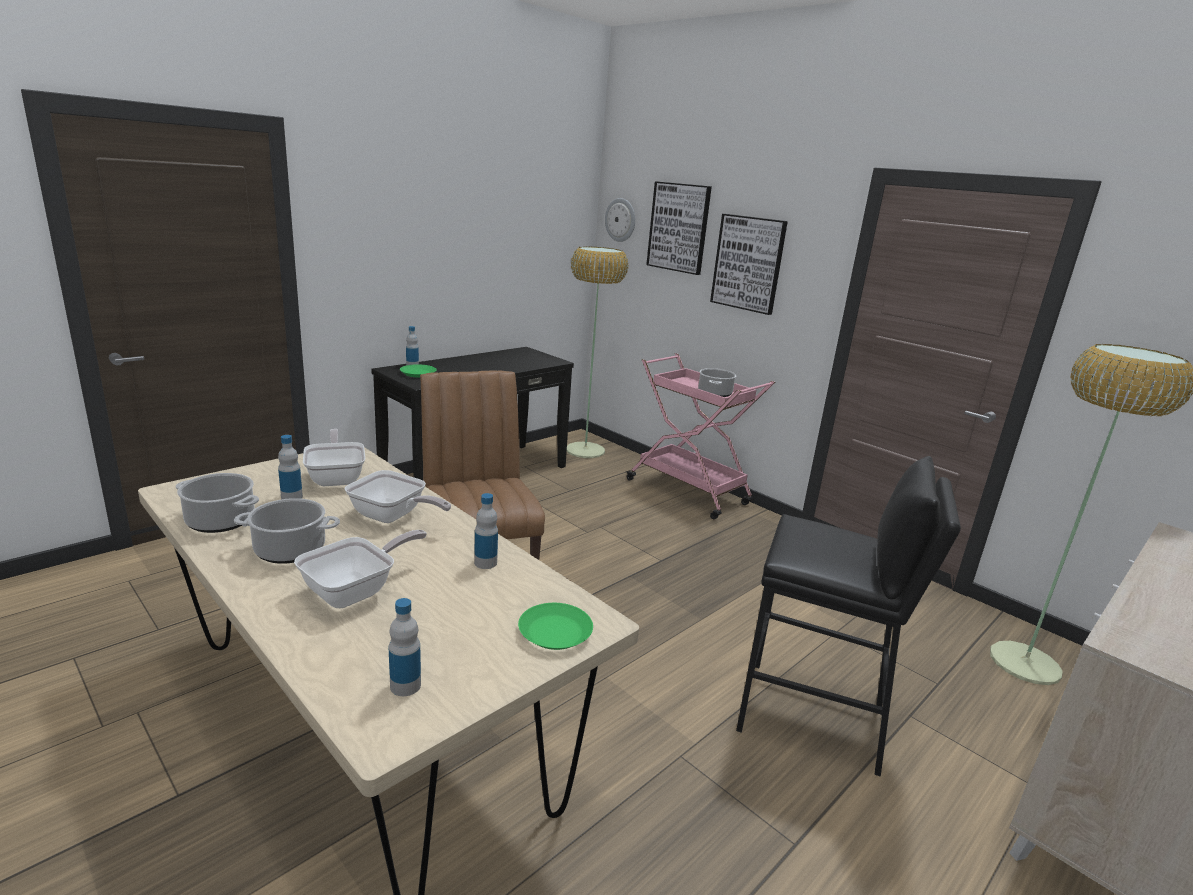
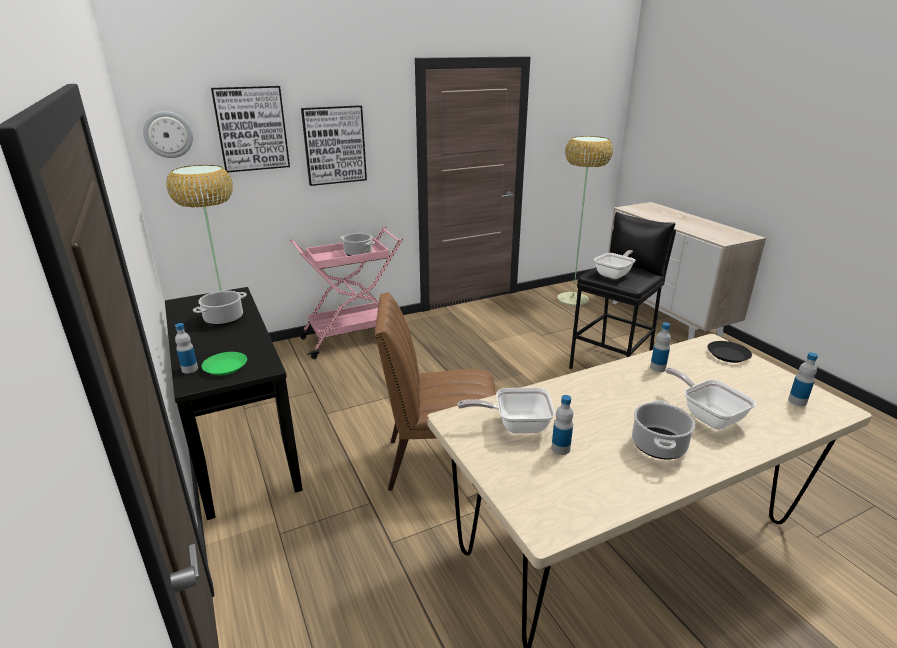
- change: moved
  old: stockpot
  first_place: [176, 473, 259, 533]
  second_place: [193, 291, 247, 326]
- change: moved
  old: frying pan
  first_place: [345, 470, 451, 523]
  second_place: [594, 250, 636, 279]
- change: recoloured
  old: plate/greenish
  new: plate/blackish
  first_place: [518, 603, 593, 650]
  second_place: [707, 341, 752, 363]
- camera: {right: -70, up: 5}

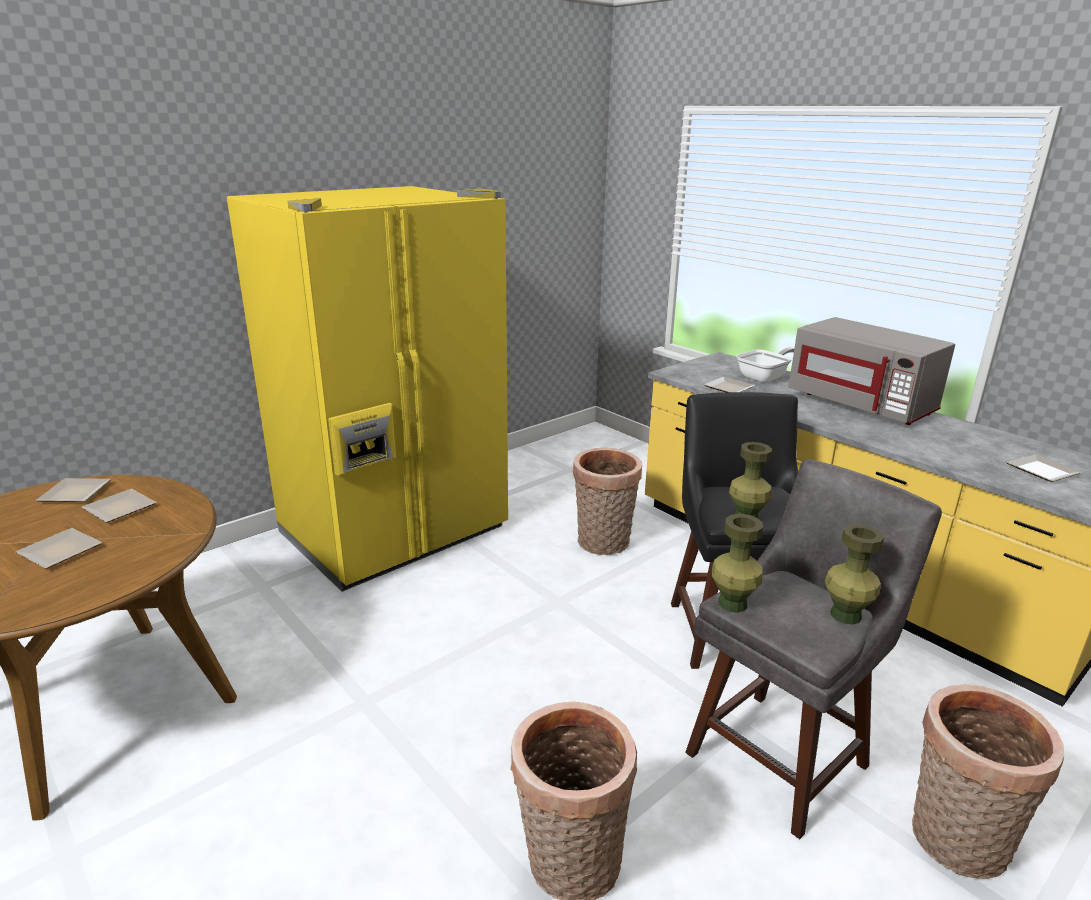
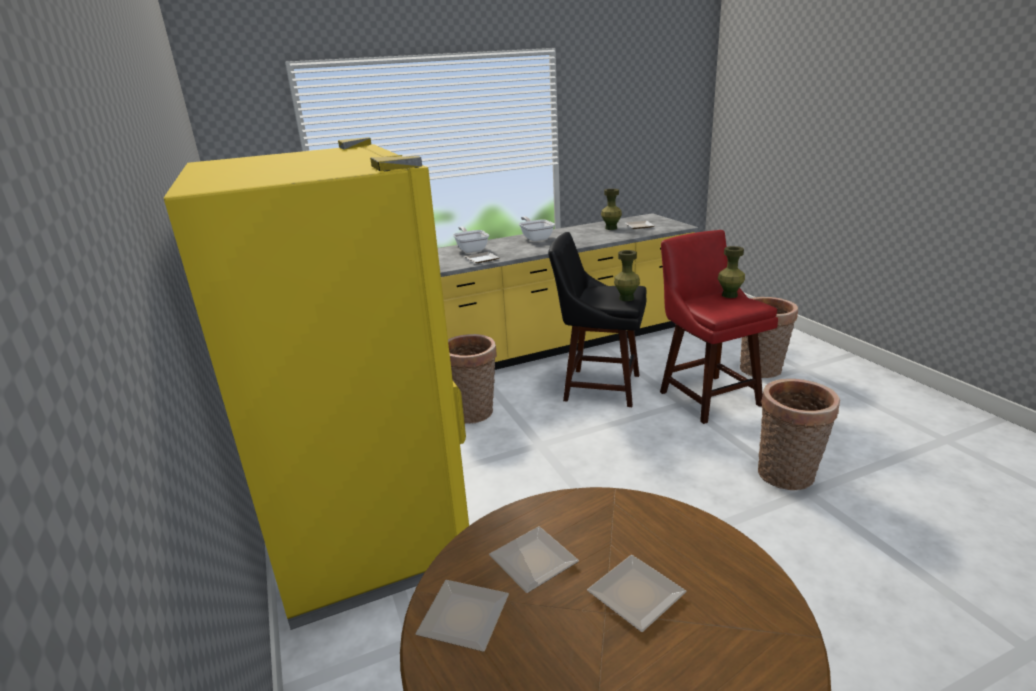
- change: recoloured
  old: sitting stool/gray
  new: sitting stool/red-coloured
  first_place: [685, 459, 942, 839]
  second_place: [660, 230, 778, 424]
- change: moved
  old: decorative vase/greenish
  first_place: [712, 514, 763, 613]
  second_place: [601, 189, 622, 230]
- change: replaced
  old: microwave oven/gray
  new: frying pan
  first_place: [788, 317, 955, 425]
  second_place: [519, 216, 555, 241]
- camera: {right: -70, up: 0}

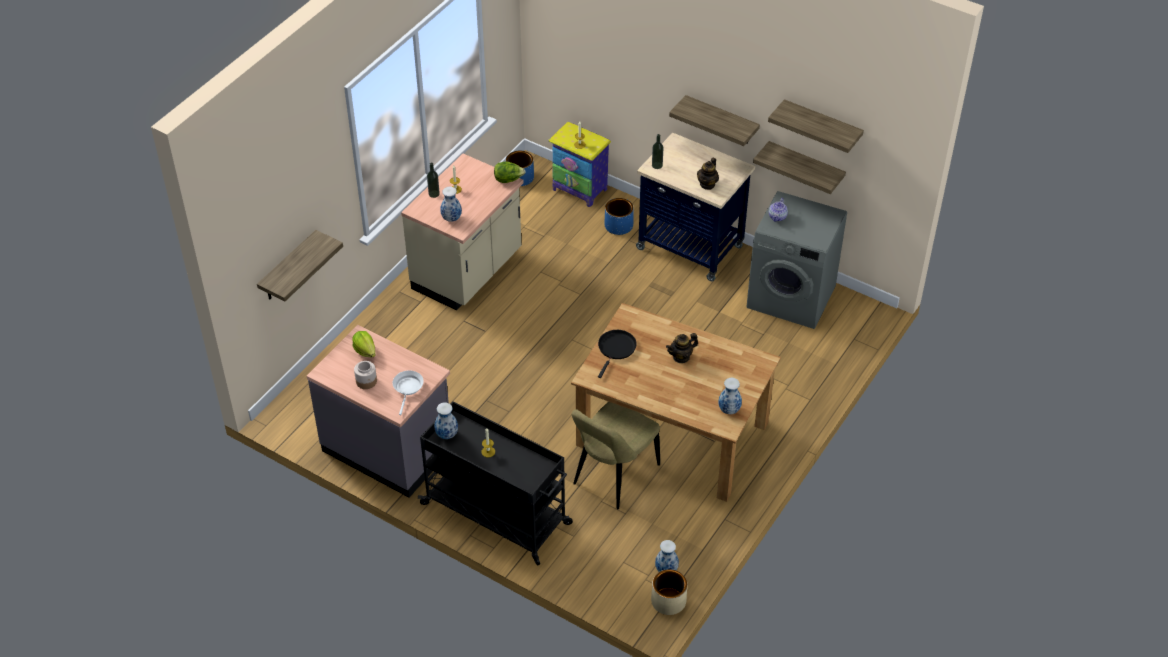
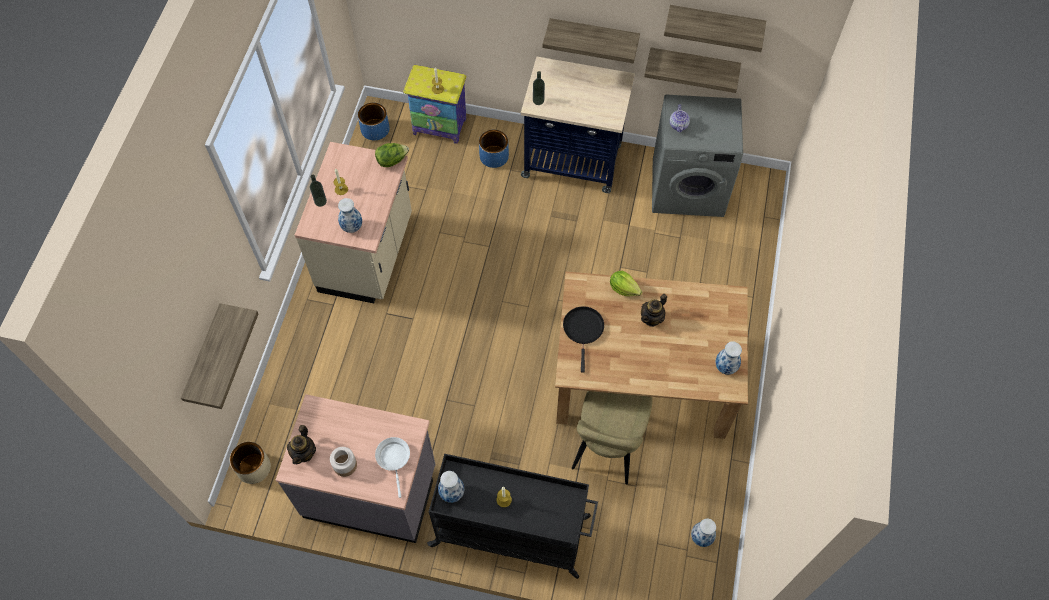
- change: moved
  old: head of lettuce
  first_place: [352, 331, 375, 357]
  second_place: [610, 271, 642, 296]
- change: moved
  old: flower pot/sand-coloured
  first_place: [651, 569, 687, 615]
  second_place: [230, 442, 271, 484]
- change: moved
  old: tea pot
  first_place: [697, 158, 719, 190]
  second_place: [287, 425, 316, 464]
- camera: {right: -20, up: 15}

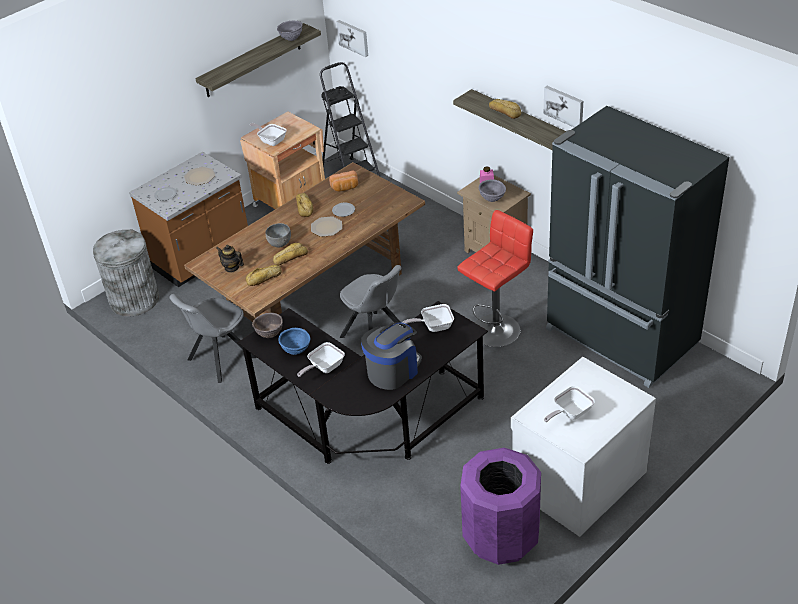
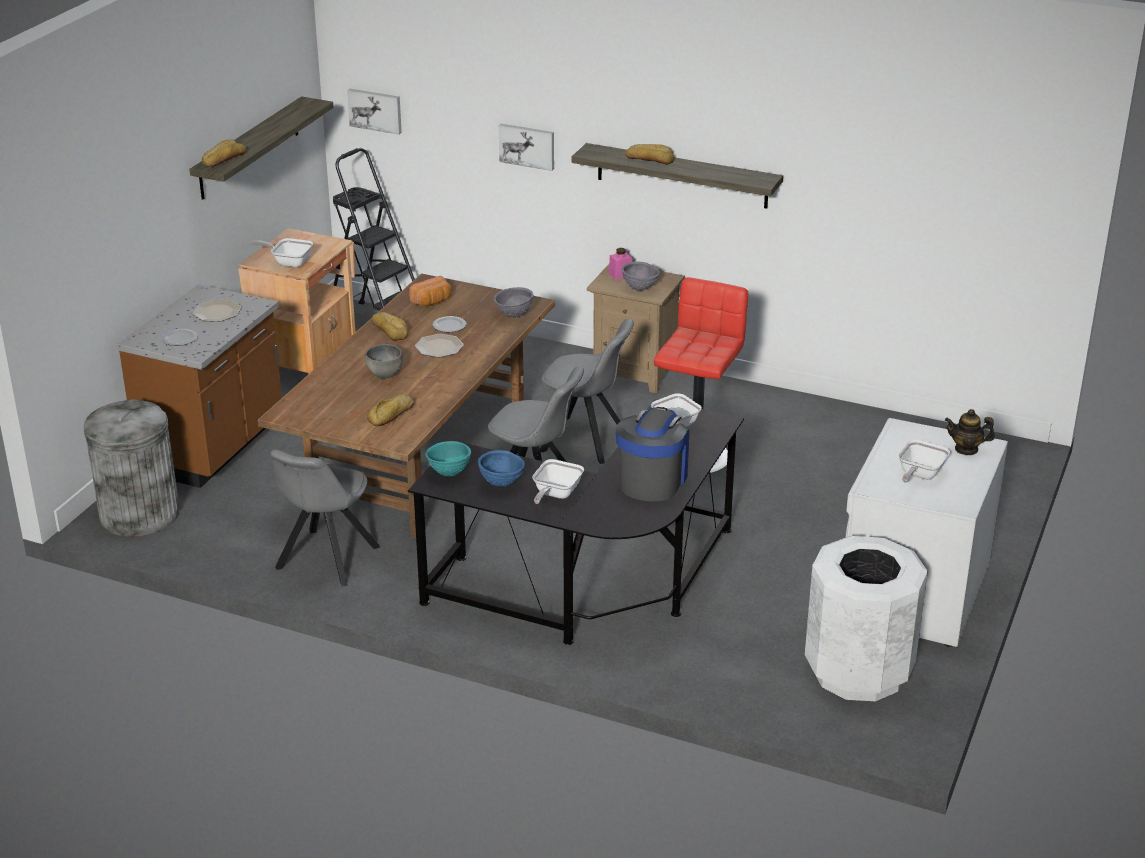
- change: moved
  old: tea pot
  first_place: [217, 245, 244, 273]
  second_place: [945, 409, 995, 455]
- change: recoloured
  old: serving bowl/brown-coloured
  new: serving bowl/turquoise
  first_place: [252, 313, 283, 338]
  second_place: [425, 441, 471, 477]
- change: moved
  old: baked bread
  first_place: [273, 243, 308, 265]
  second_place: [202, 139, 246, 167]
- change: moved
  old: serving bowl/gray
  first_place: [277, 21, 303, 41]
  second_place: [494, 287, 533, 318]
- change: recoloured
  old: trash can/purple-coloured
  new: trash can/whitish
  first_place: [460, 448, 541, 565]
  second_place: [805, 536, 928, 701]
- change: moved
  old: picture
  first_place: [544, 86, 583, 128]
  second_place: [499, 124, 554, 171]
- change: removed
  old: refrigerator/blackish
  first_place: [546, 106, 729, 388]
- change: added
  new: chair/gray
  second_place: [540, 319, 634, 464]
- camera: {right: -25, up: -10}

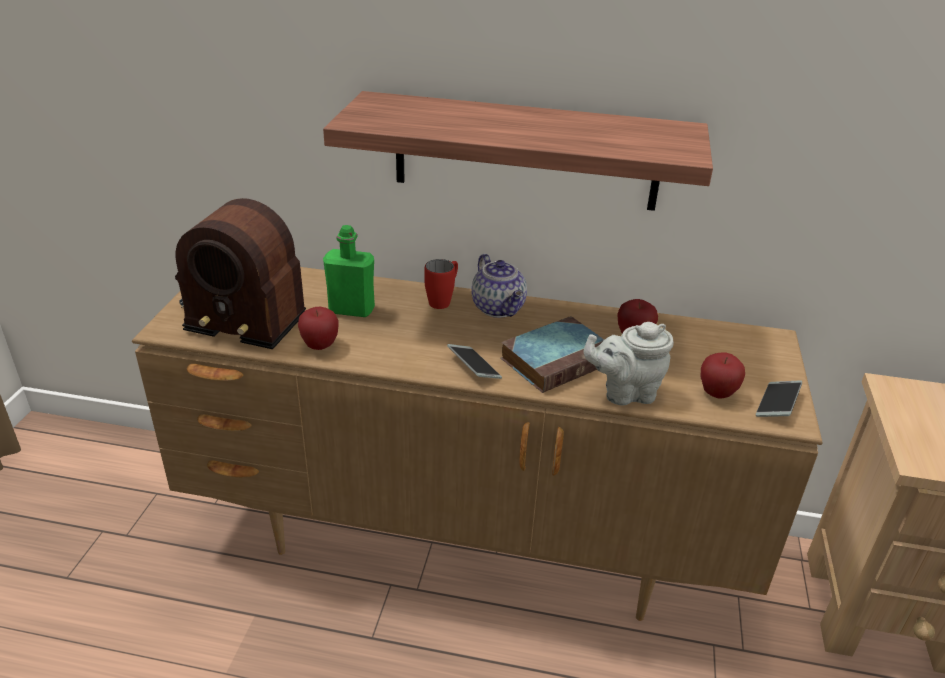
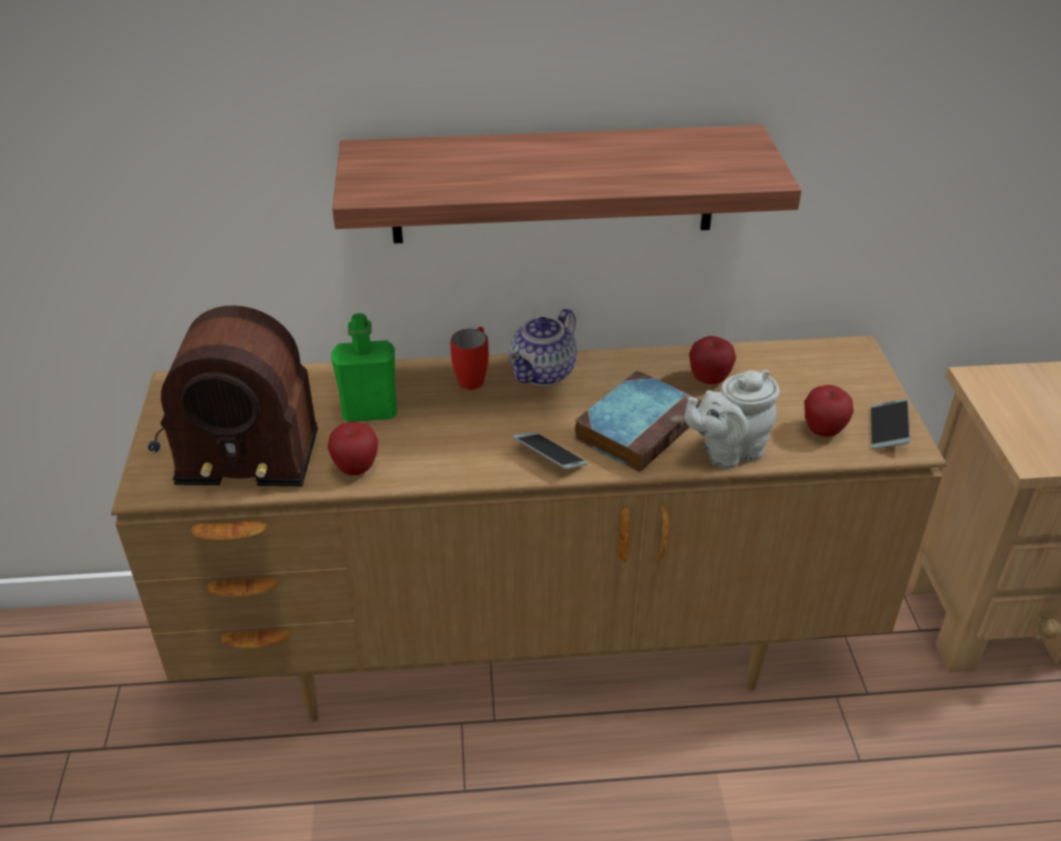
- change: turned
  old: tea pot
  first_place: [471, 254, 527, 318]
  second_place: [509, 308, 577, 386]
  degrees: 75
- camera: {right: -15, up: 5}

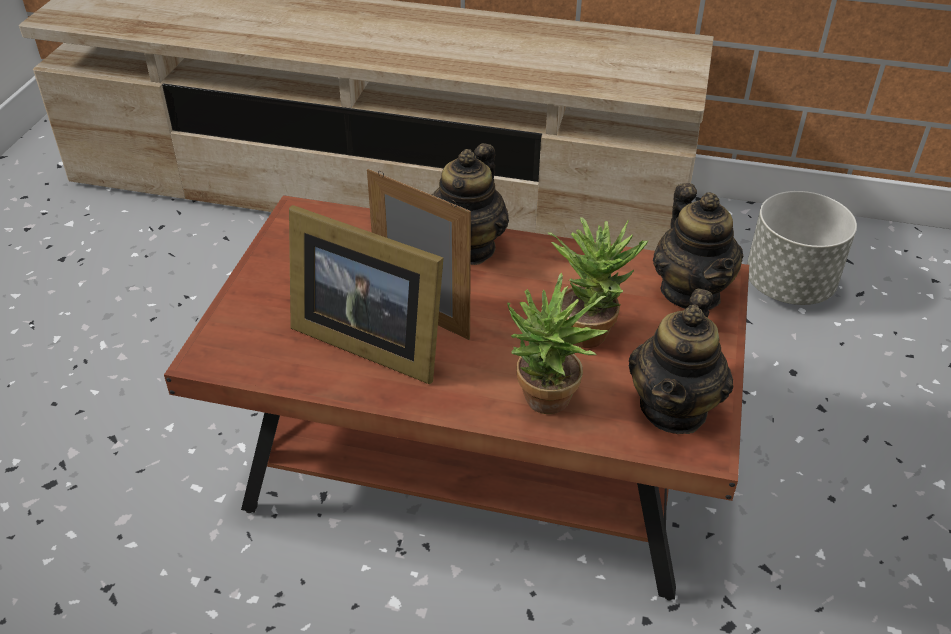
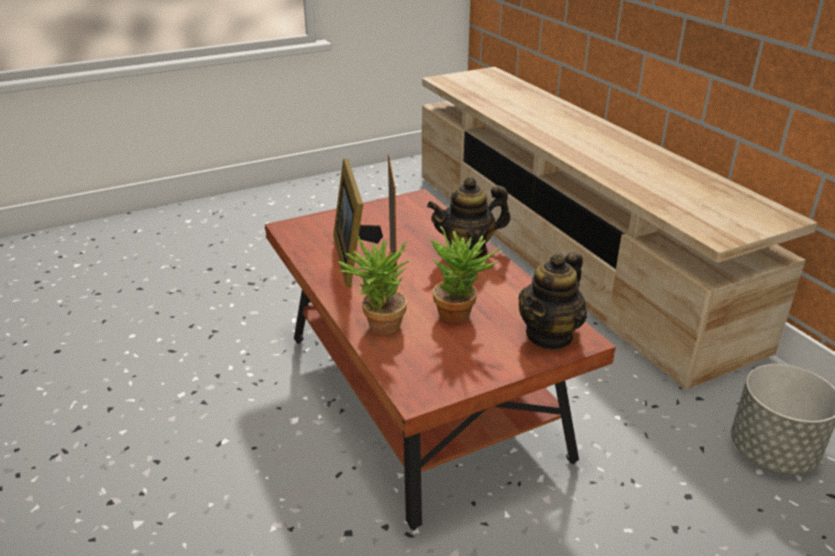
- change: removed
  old: tea pot
  first_place: [629, 289, 734, 434]
- camera: {right: 50, up: -10}

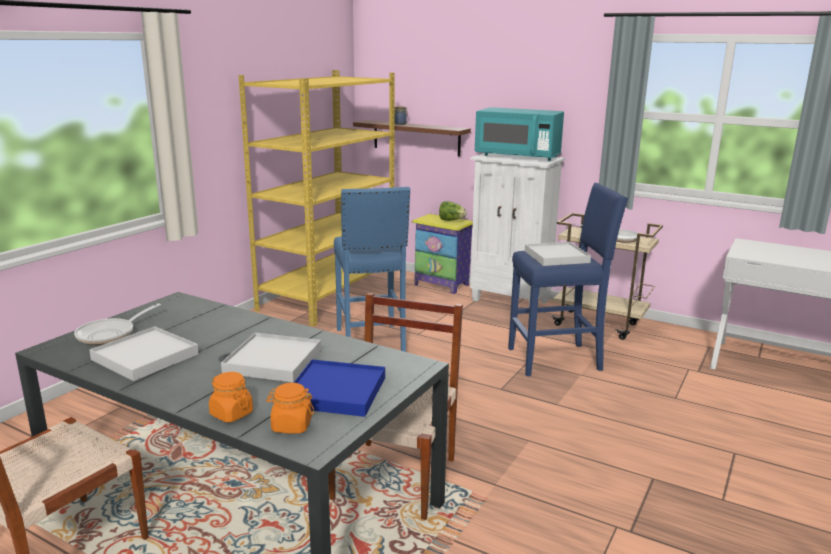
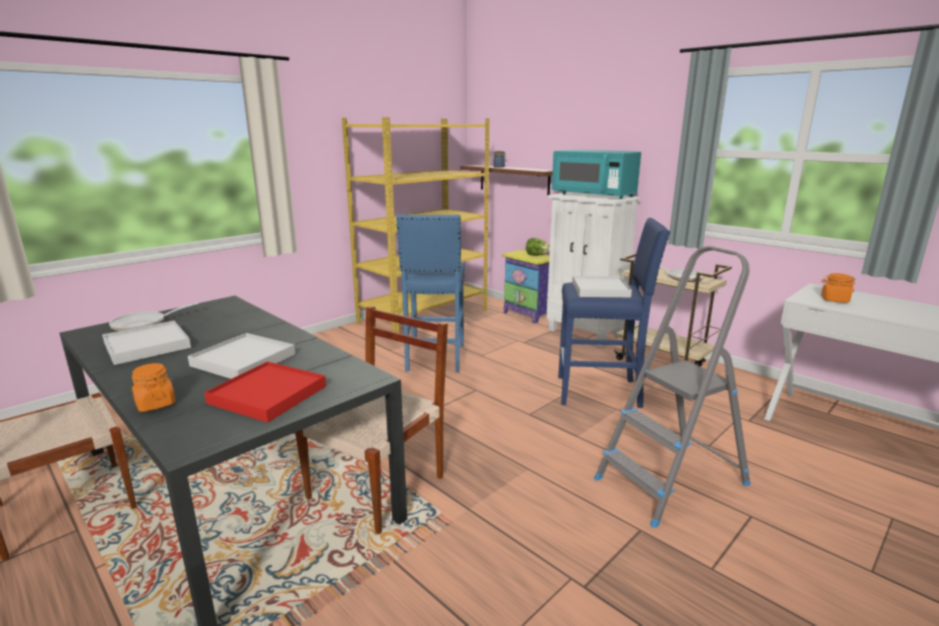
- change: moved
  old: preserve jar/orange
  first_place: [266, 383, 314, 434]
  second_place: [821, 273, 855, 302]
- change: recoloured
  old: carrying tray/bluish
  new: carrying tray/red-coloured
  first_place: [294, 360, 385, 417]
  second_place: [204, 361, 326, 423]
- change: added
  new: step ladder/gray
  second_place: [594, 246, 750, 528]
- camera: {right: 15, up: 0}

